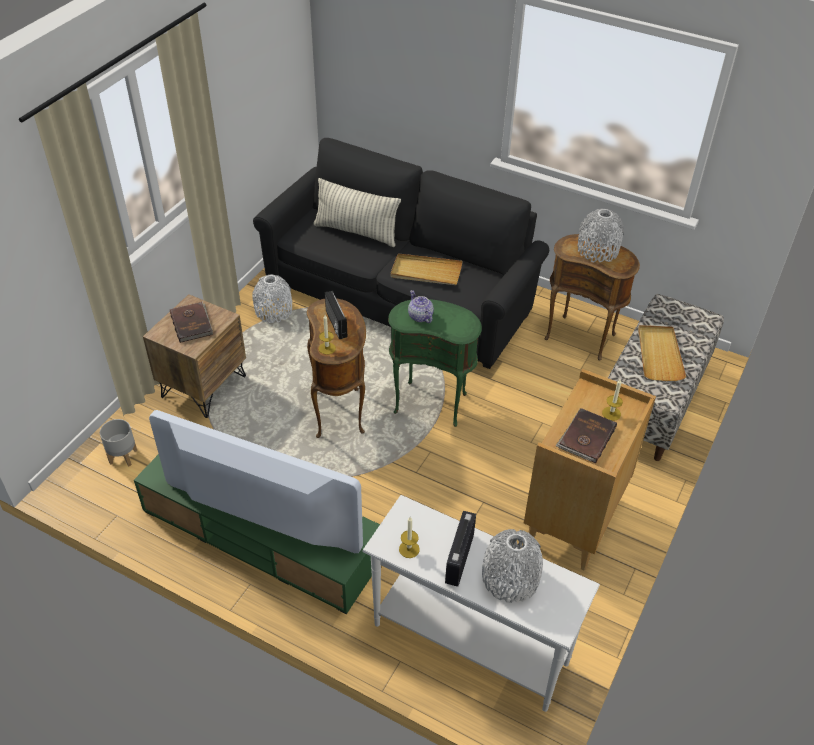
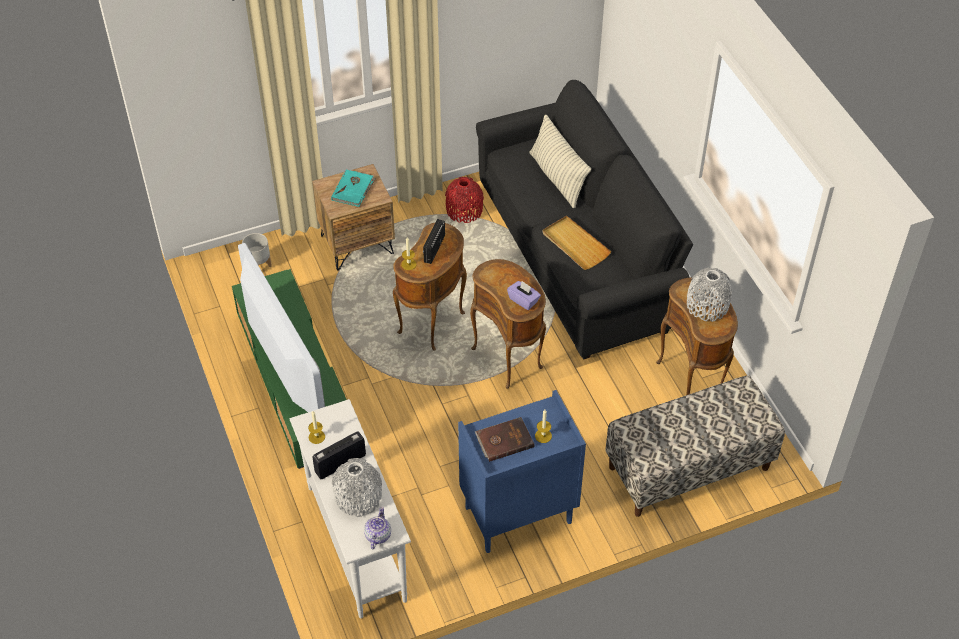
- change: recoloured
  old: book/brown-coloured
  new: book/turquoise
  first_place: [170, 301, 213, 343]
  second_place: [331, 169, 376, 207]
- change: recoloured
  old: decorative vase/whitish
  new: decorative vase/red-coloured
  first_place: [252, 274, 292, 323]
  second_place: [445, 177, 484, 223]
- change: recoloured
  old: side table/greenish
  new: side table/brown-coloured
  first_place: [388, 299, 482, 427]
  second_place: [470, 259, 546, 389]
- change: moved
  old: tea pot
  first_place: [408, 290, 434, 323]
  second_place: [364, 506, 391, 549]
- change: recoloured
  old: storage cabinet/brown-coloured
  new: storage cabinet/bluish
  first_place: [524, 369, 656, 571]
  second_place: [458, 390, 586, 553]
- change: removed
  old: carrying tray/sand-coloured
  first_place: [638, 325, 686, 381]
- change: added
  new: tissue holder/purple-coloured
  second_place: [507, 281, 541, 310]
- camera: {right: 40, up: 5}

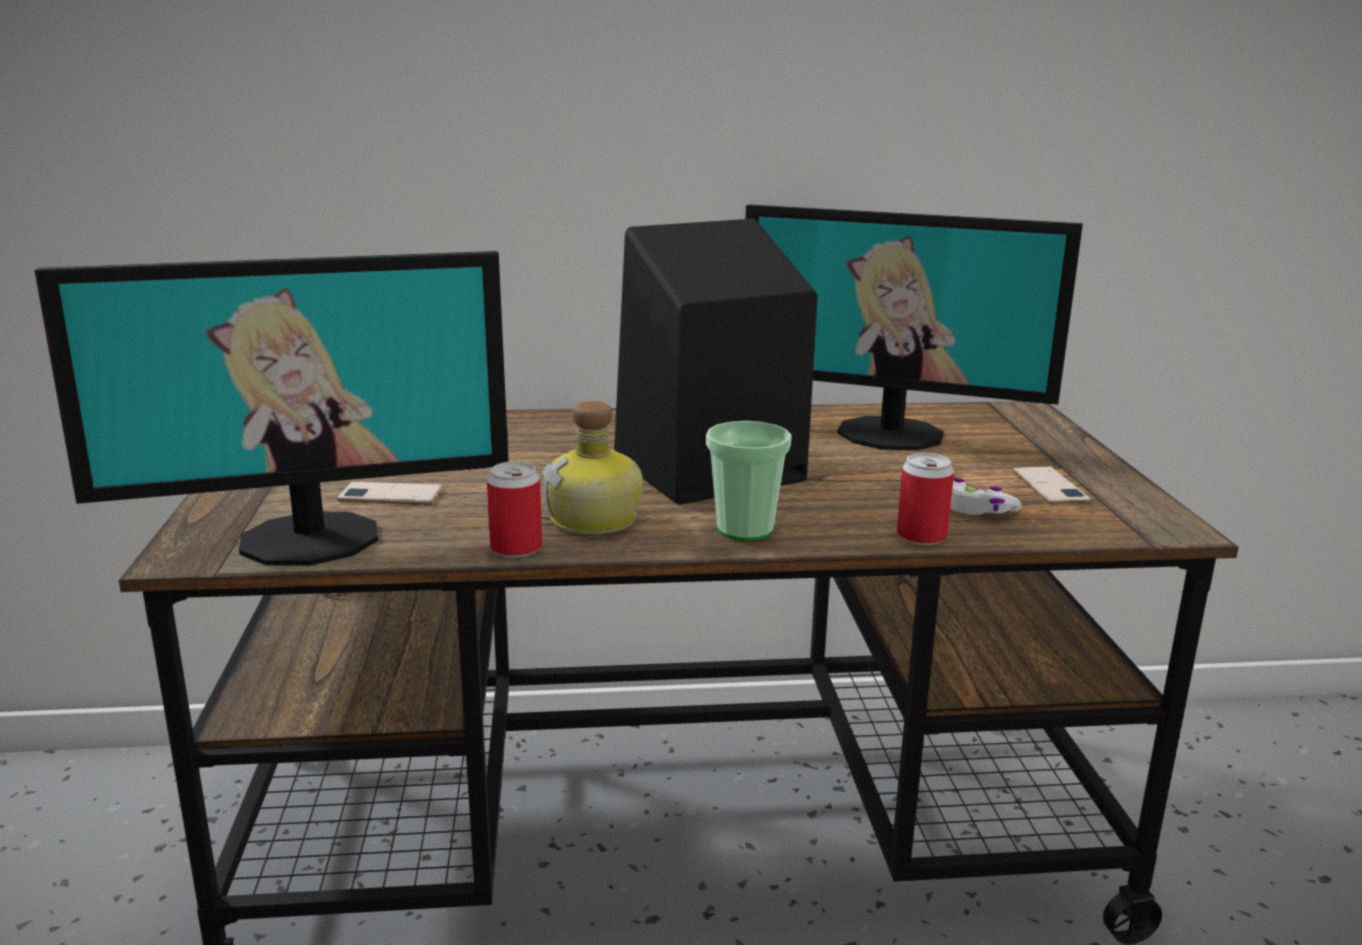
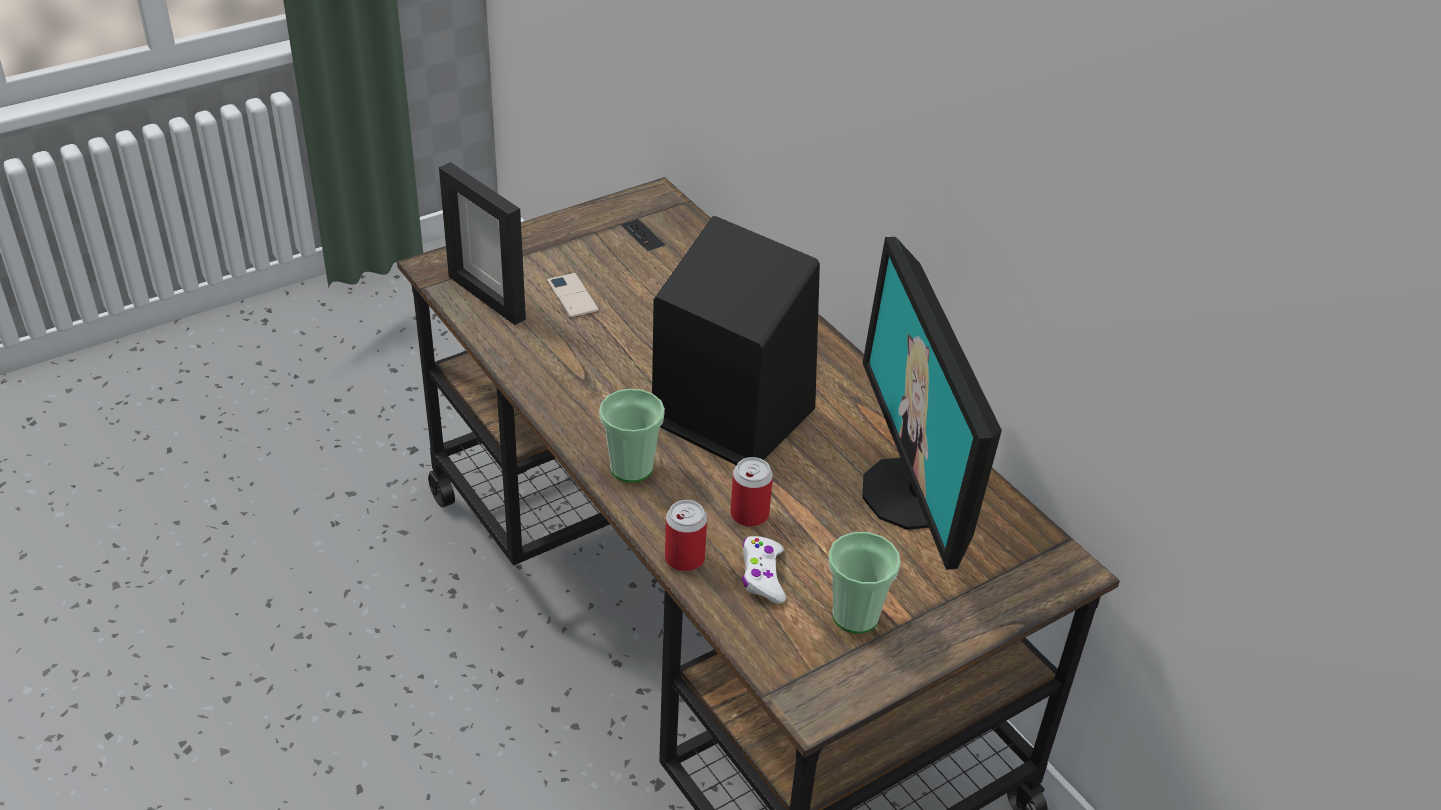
- change: replaced
  old: computer screen
  new: photo frame
  first_place: [35, 251, 509, 566]
  second_place: [439, 162, 526, 325]
- change: moved
  old: can
  first_place: [487, 461, 542, 557]
  second_place: [730, 457, 773, 527]
- change: removed
  old: beverage bottle
  first_place: [543, 401, 643, 535]
- change: replaced
  old: telephone
  new: drinking cup
  first_place: [1013, 466, 1091, 504]
  second_place: [828, 532, 901, 633]
- camera: {right: 60, up: 20}

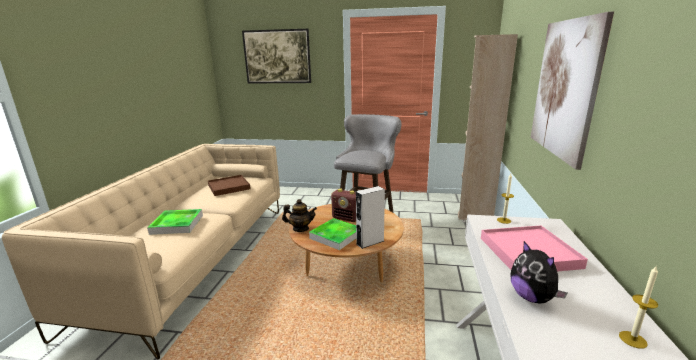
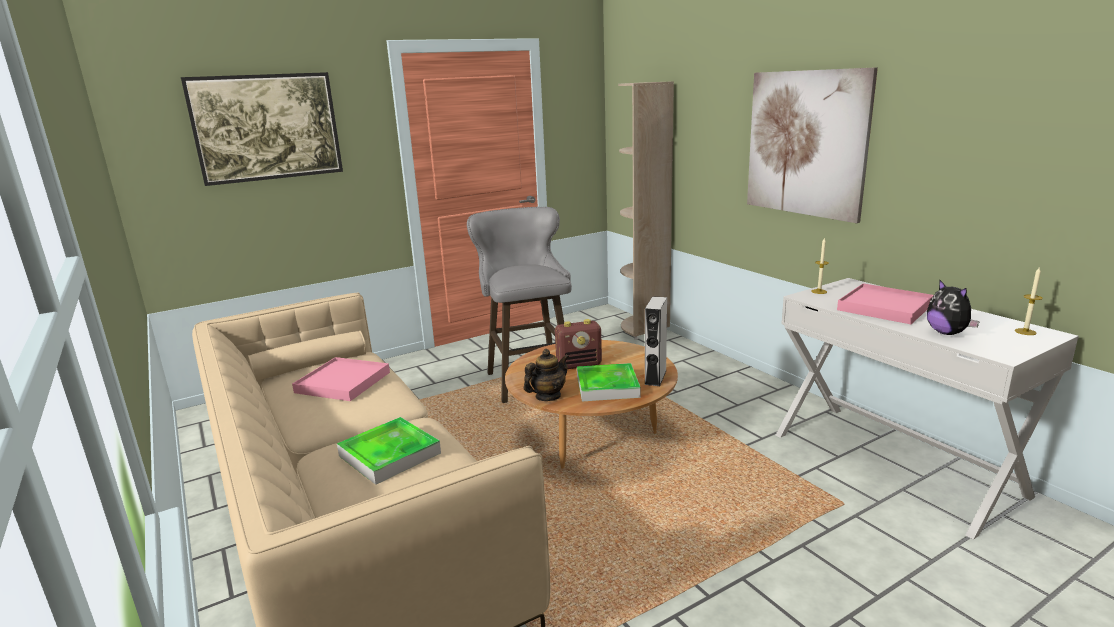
- change: recoloured
  old: carrying tray/brown-coloured
  new: carrying tray/pink
  first_place: [208, 175, 251, 196]
  second_place: [292, 357, 390, 401]
- change: turned
  old: plush toy
  first_place: [510, 241, 568, 304]
  second_place: [927, 279, 980, 335]
  degrees: 45
- camera: {right: -40, up: 0}

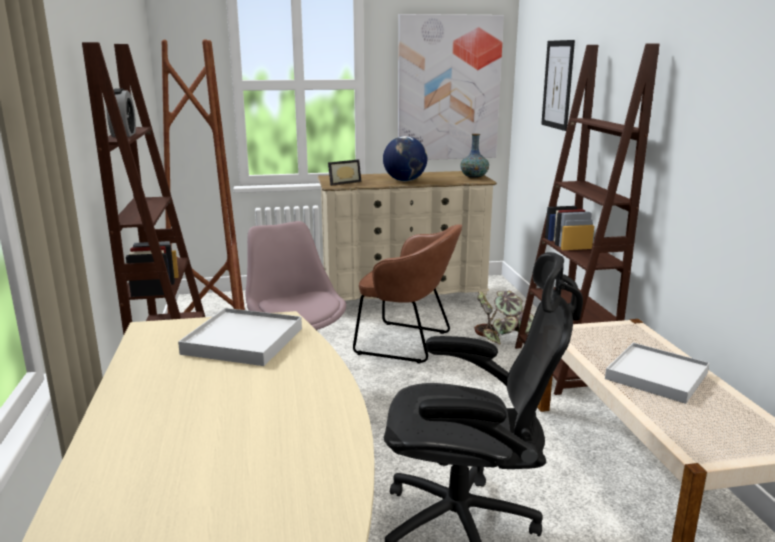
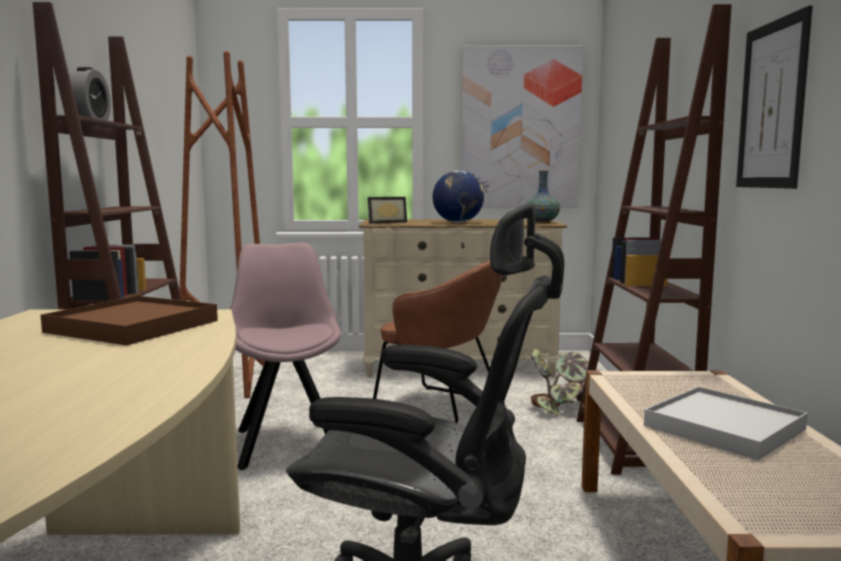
- change: recoloured
  old: carrying tray/whitish
  new: carrying tray/brown-coloured
  first_place: [178, 308, 302, 366]
  second_place: [41, 296, 218, 345]
- change: moved
  old: picture
  first_place: [541, 40, 575, 131]
  second_place: [736, 5, 813, 189]
- camera: {right: 10, up: -10}

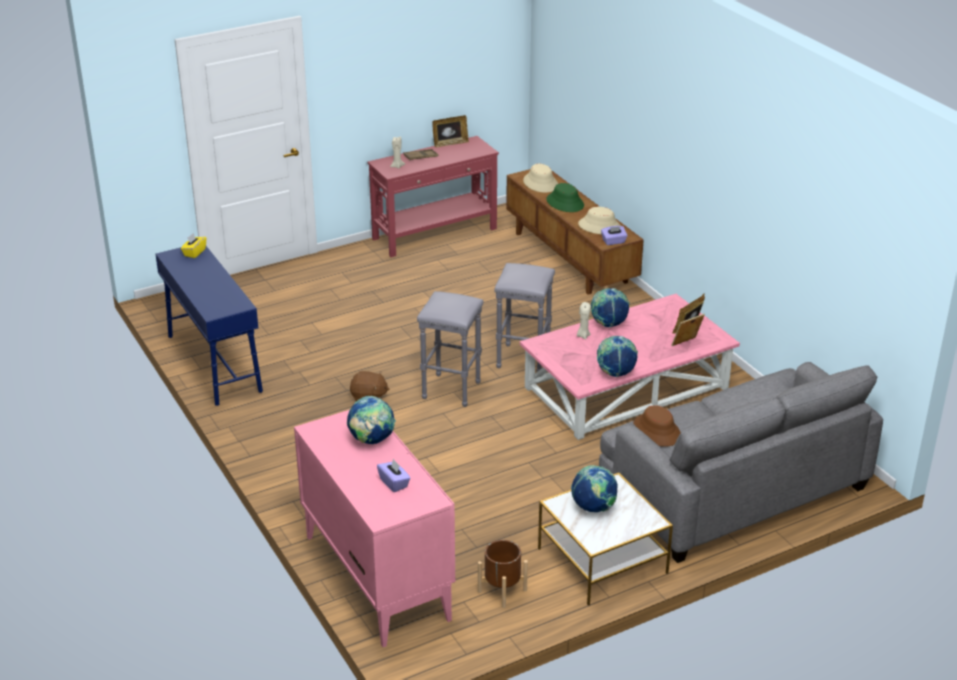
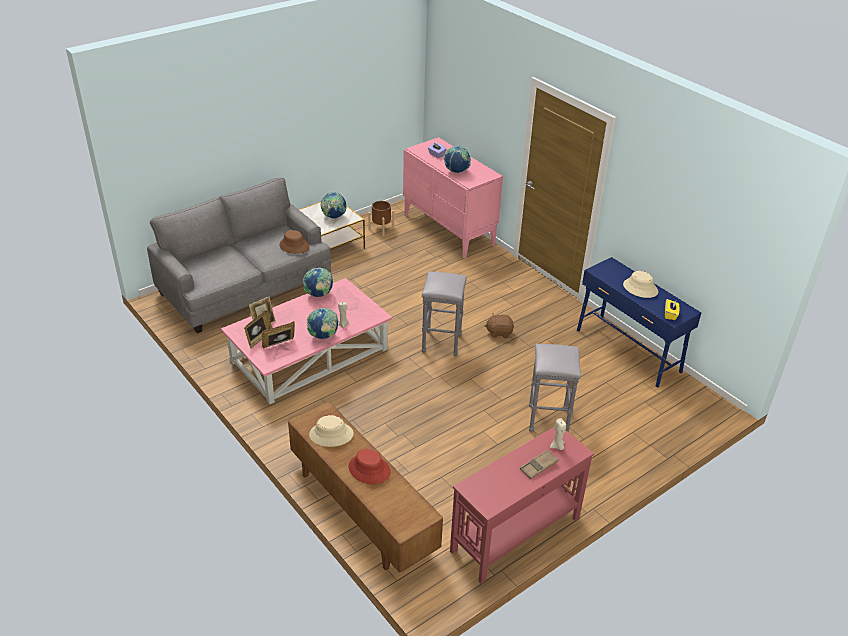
- change: moved
  old: photo frame
  first_place: [432, 115, 469, 147]
  second_place: [262, 321, 295, 348]
- change: moved
  old: sitting stool/gray
  first_place: [494, 263, 555, 372]
  second_place: [529, 344, 581, 432]
- change: moved
  old: hat/sand-coloured
  first_place: [523, 164, 558, 193]
  second_place: [623, 271, 658, 298]
- change: recoloured
  old: hat/greenish
  new: hat/red-coloured
  first_place: [546, 183, 584, 212]
  second_place: [349, 449, 391, 484]
- change: removed
  old: tissue holder/purple-coloured
  first_place: [601, 226, 628, 245]
- camera: {right: 170, up: 5}

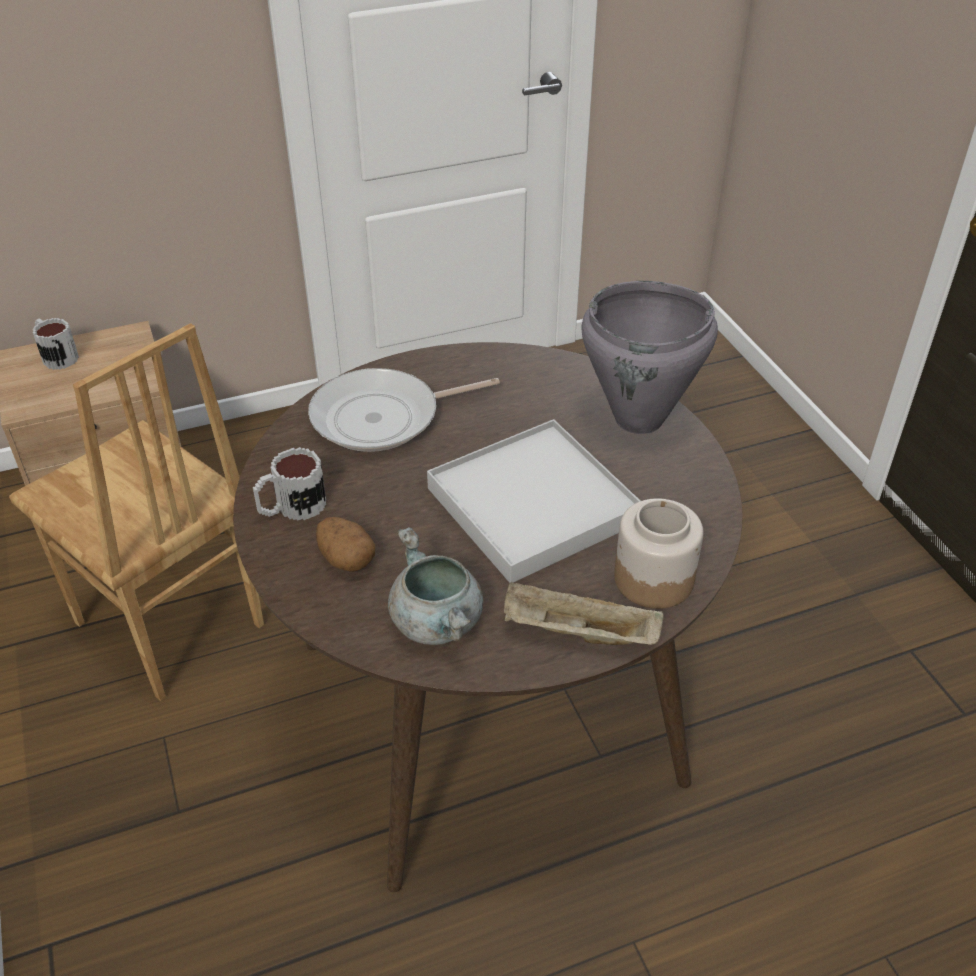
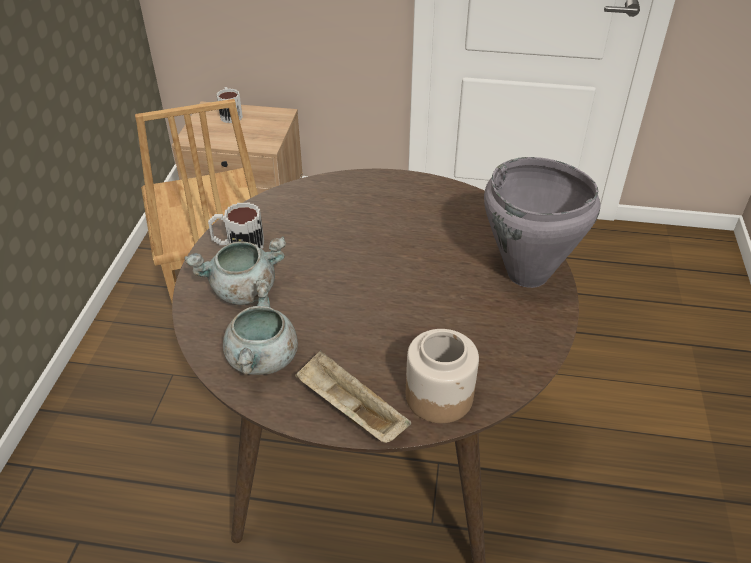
- change: removed
  old: frying pan
  first_place: [308, 368, 500, 452]
- change: replaced
  old: whole potato
  new: stockpot/gray
  first_place: [316, 517, 375, 571]
  second_place: [184, 236, 286, 305]
- change: removed
  old: carrying tray/whitish
  first_place: [427, 419, 640, 583]
- camera: {right: 30, up: 0}

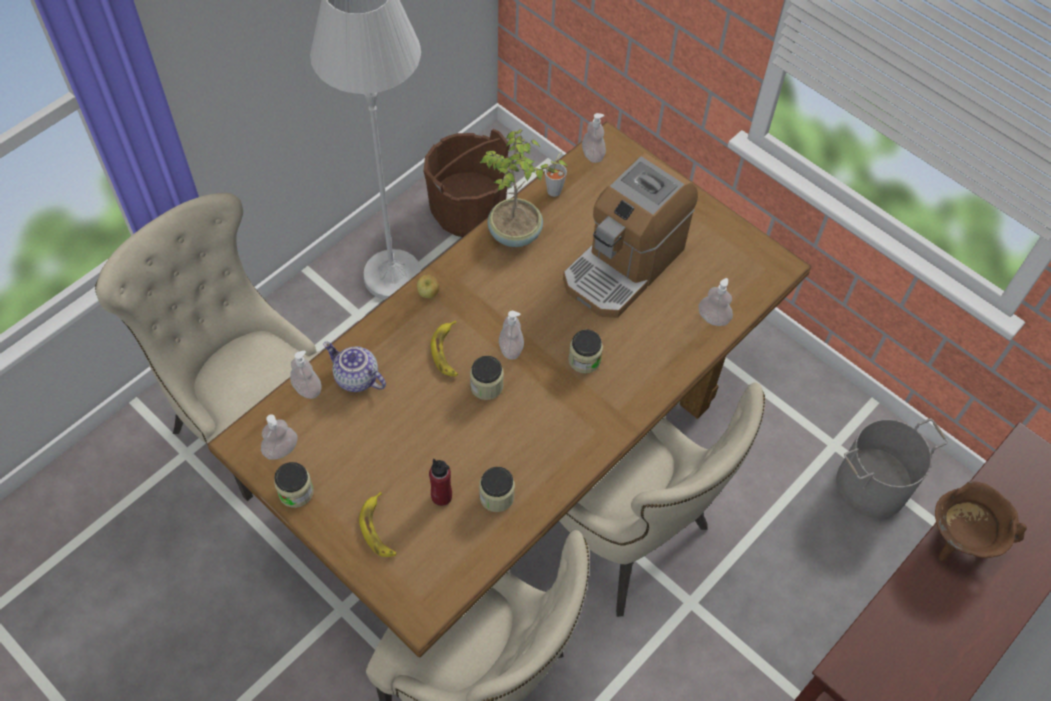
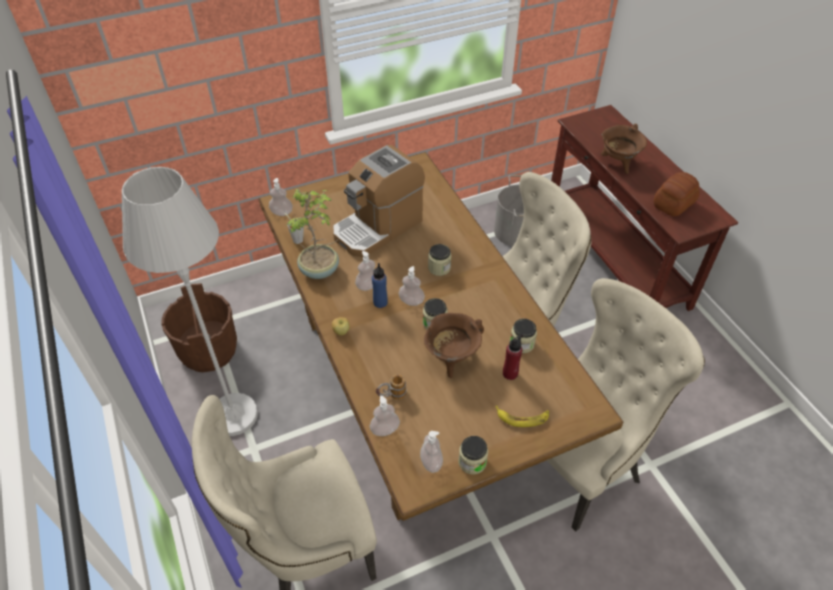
- change: replaced
  old: tea pot
  new: mug
  first_place: [323, 342, 386, 392]
  second_place: [376, 374, 407, 400]
- change: removed
  old: banana fruit
  first_place: [431, 320, 458, 376]
- change: turned
  old: coffee machine
  first_place: [563, 153, 698, 318]
  second_place: [333, 145, 425, 257]
  degrees: 75
- change: moved
  old: liquid soap bottle
  first_place: [698, 278, 733, 326]
  second_place: [355, 251, 375, 291]
- change: added
  new: beverage bottle/bluish
  second_place: [372, 263, 388, 308]
- change: added
  new: stockpot/brown-coloured
  second_place: [424, 313, 484, 378]
- change: added
  new: baked bread
  second_place: [654, 172, 700, 216]
- camera: {right: -65, up: -10}

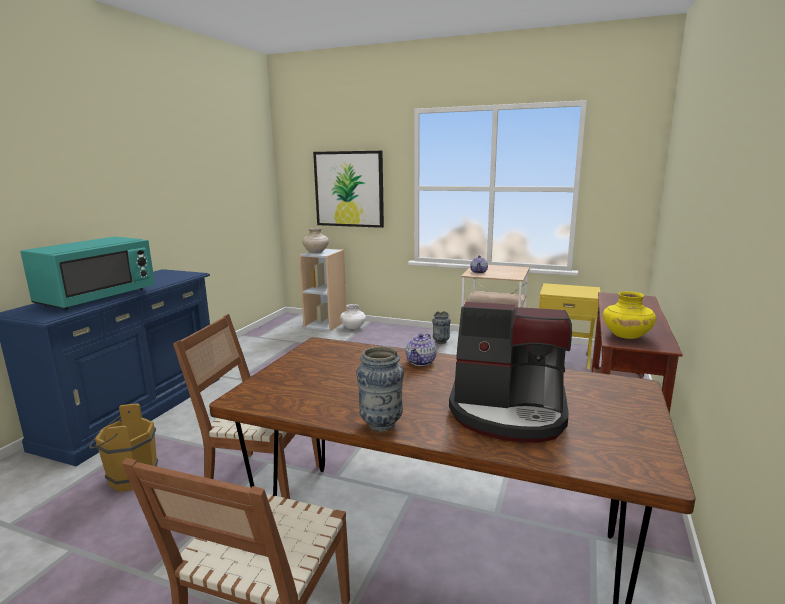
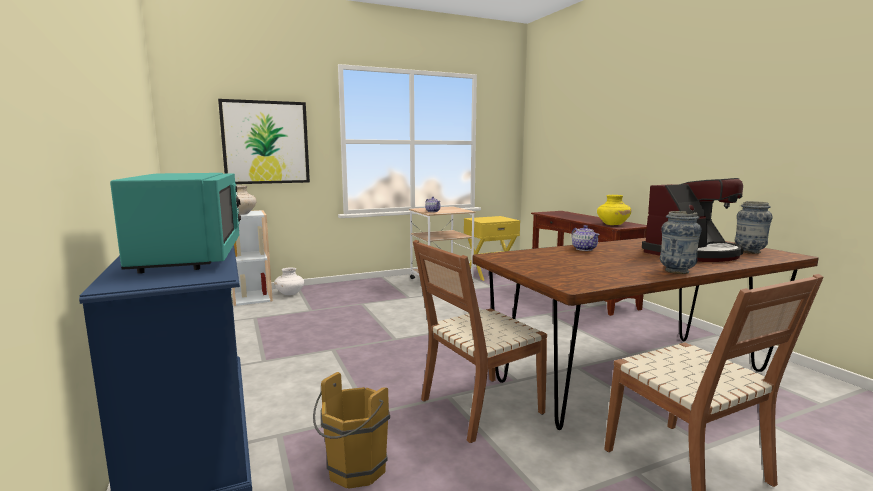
- change: moved
  old: decorative vase
  first_place: [432, 311, 451, 344]
  second_place: [735, 201, 773, 254]
- camera: {right: -45, up: -5}

